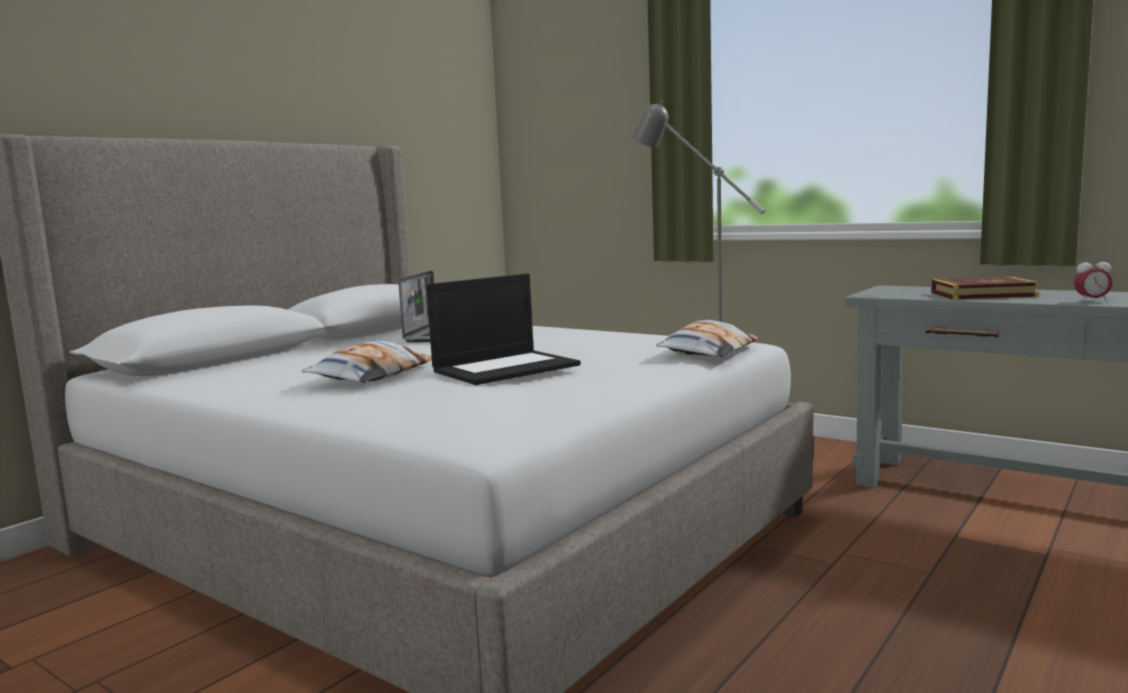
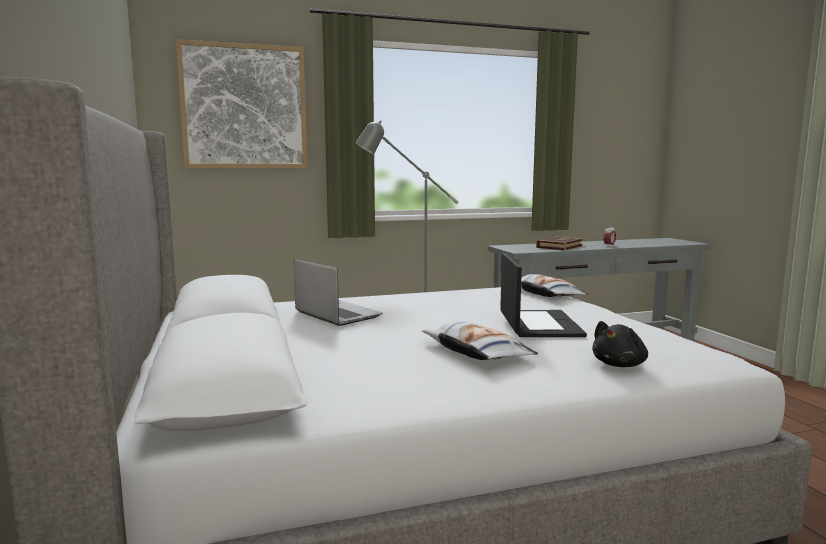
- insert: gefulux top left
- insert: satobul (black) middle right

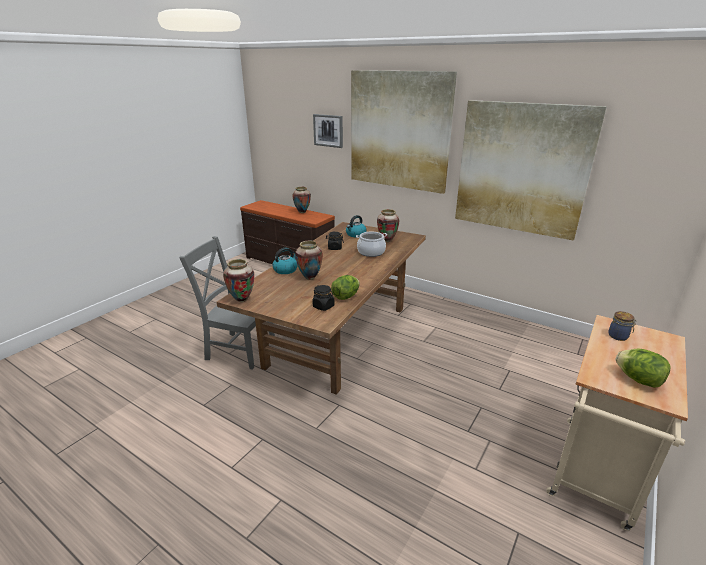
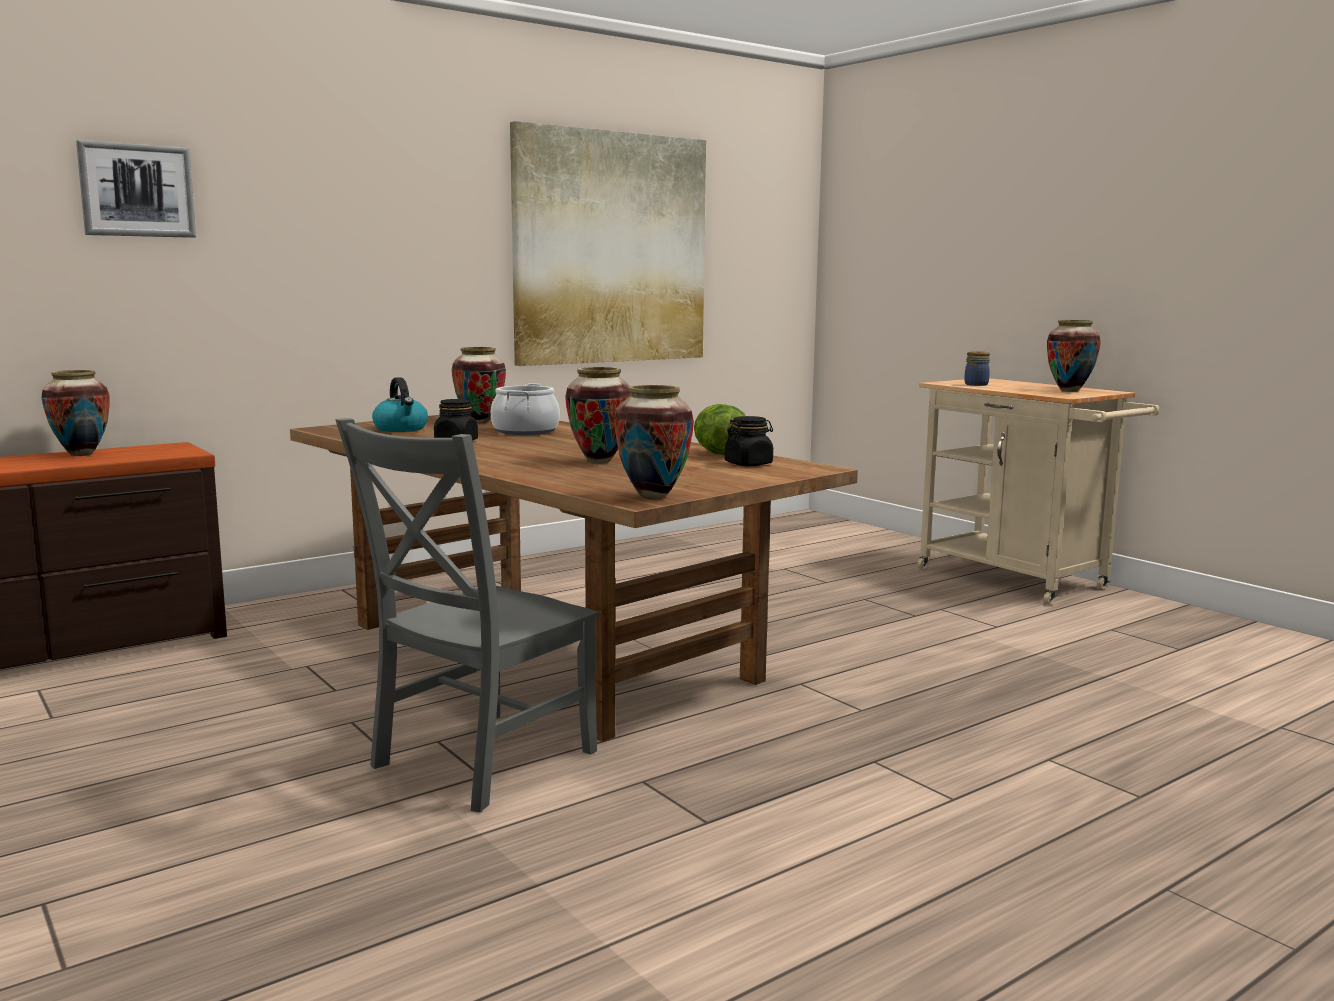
- delete: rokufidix (1st from left) centre
- delete: gefulux (2nd from left) top centre
- replace: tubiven (2nd from left) middle right to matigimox (5th from left) middle right

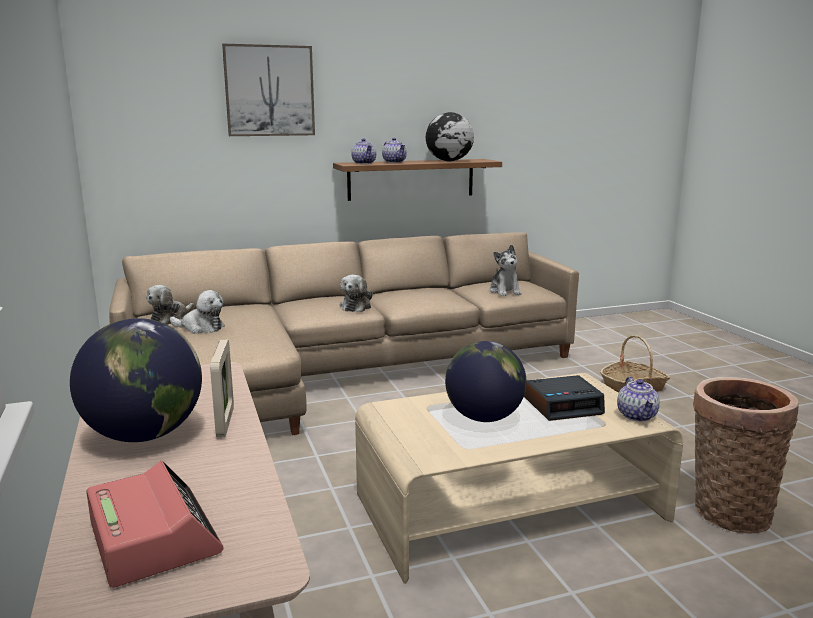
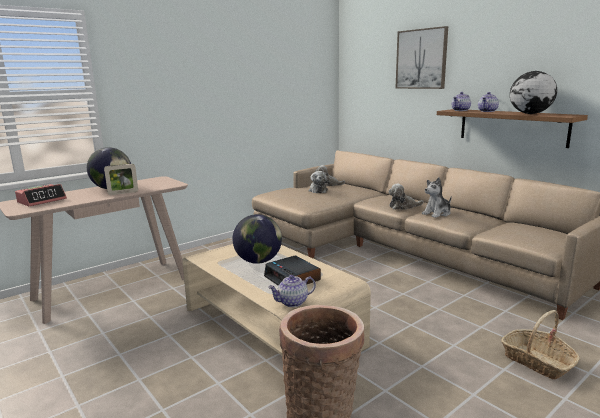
- move: satobul (4th from left) centre to middle right

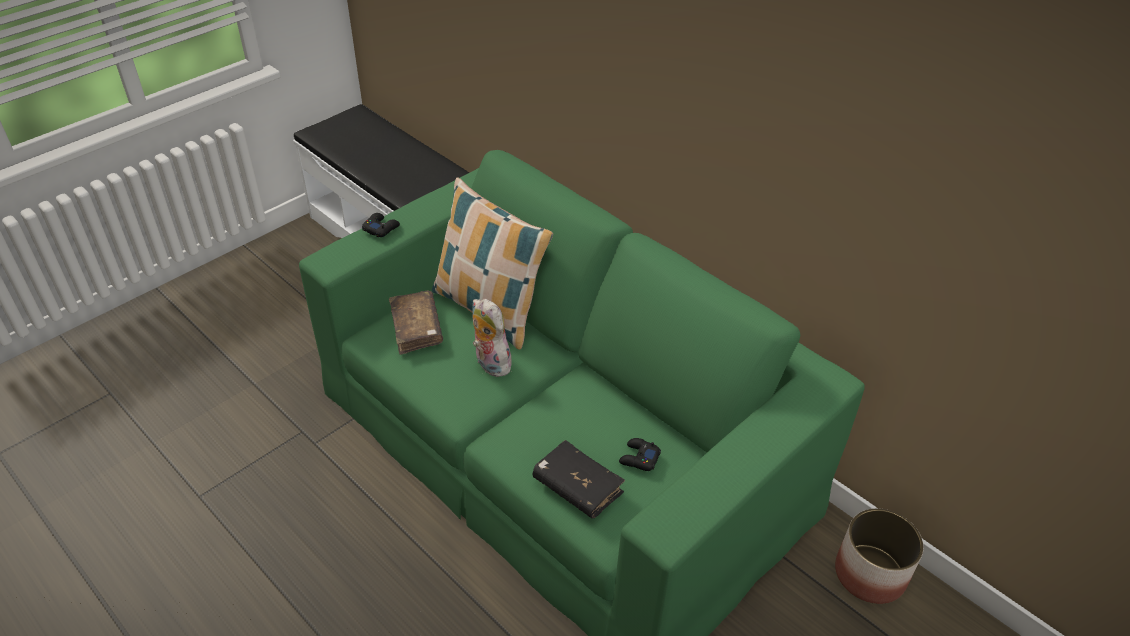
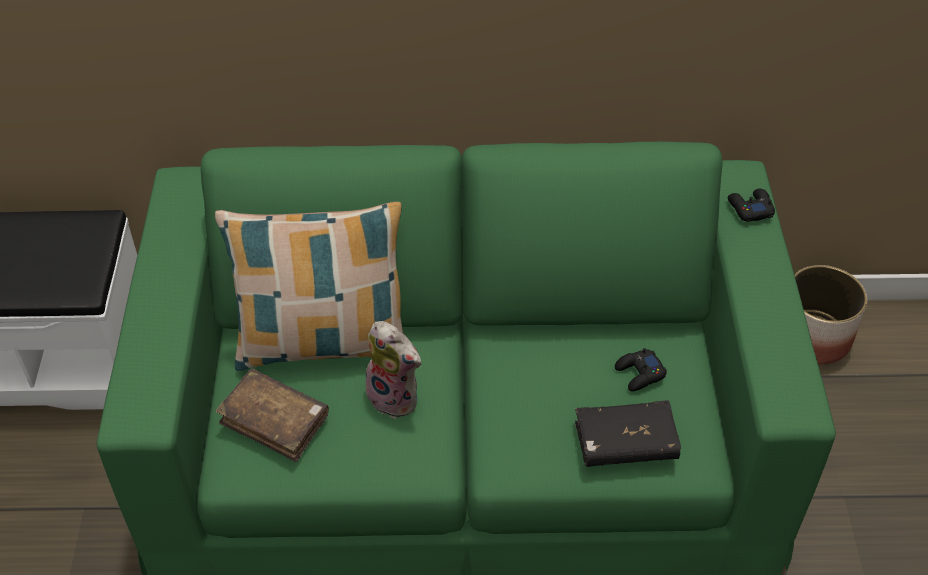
- move: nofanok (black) (1st from left in the first image) centre to nofanok (black) (2nd from left) middle right
- rotate: satobul centre = centre 150 degrees counterclockwise

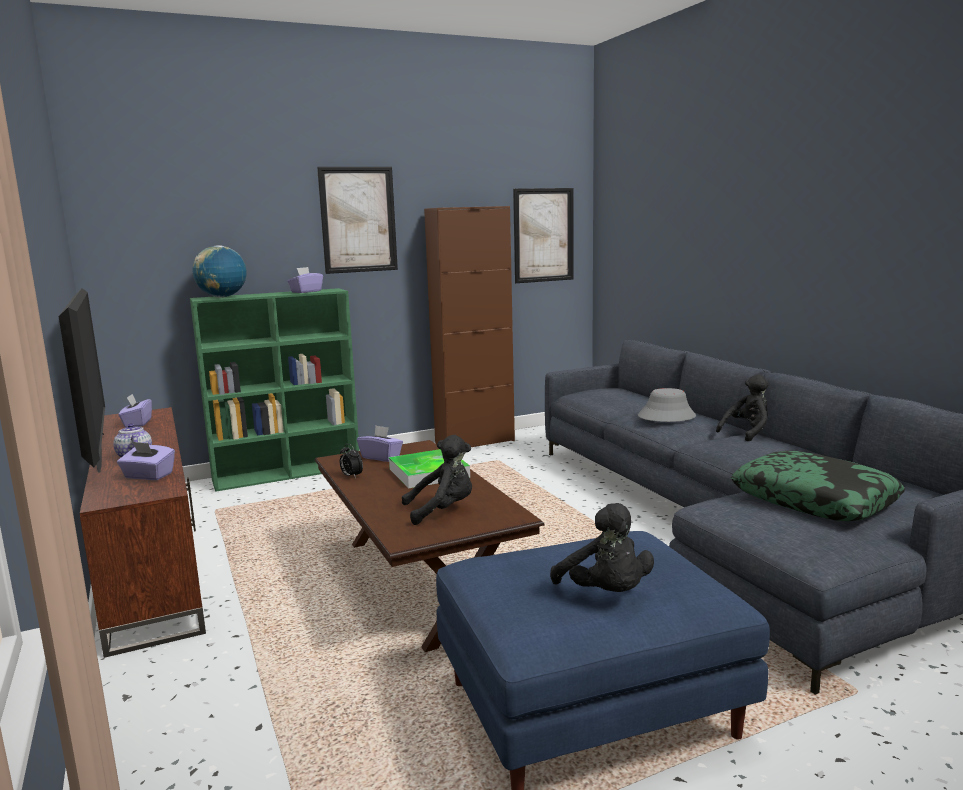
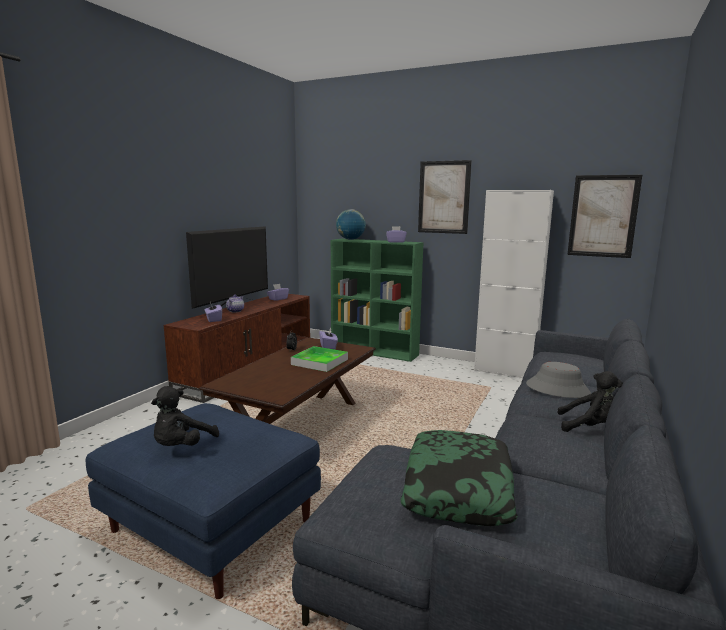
- delete: satobul (black) (1st from left) centre
- recolor: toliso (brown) centre to toliso (white) middle right

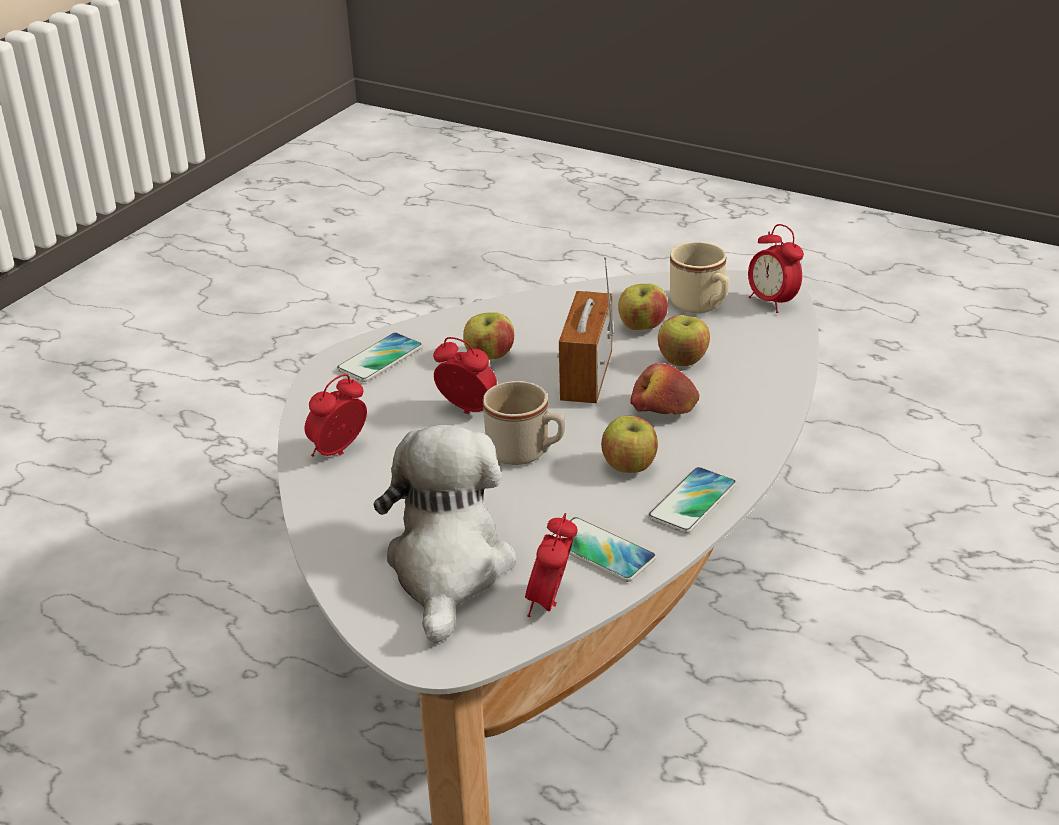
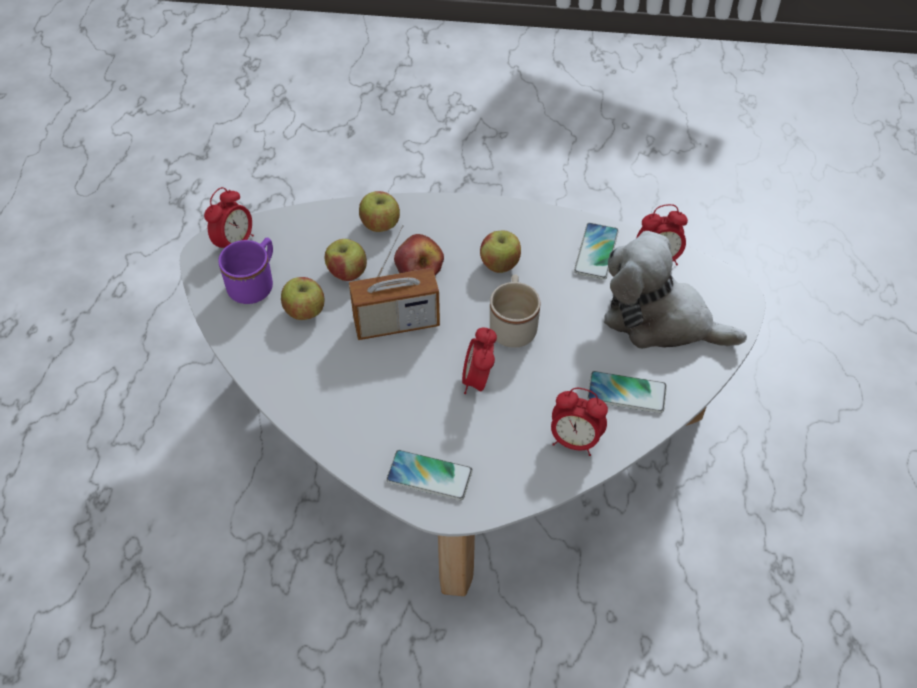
- rotate: satobul centre = middle right 45 degrees clockwise
- move: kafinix (1st from left in the first image) centre to kafinix (3rd from left) top centre
- move: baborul (3rd from left) centre to middle right
- recolor: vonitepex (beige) (2nd from left) centre to vonitepex (purple) middle left

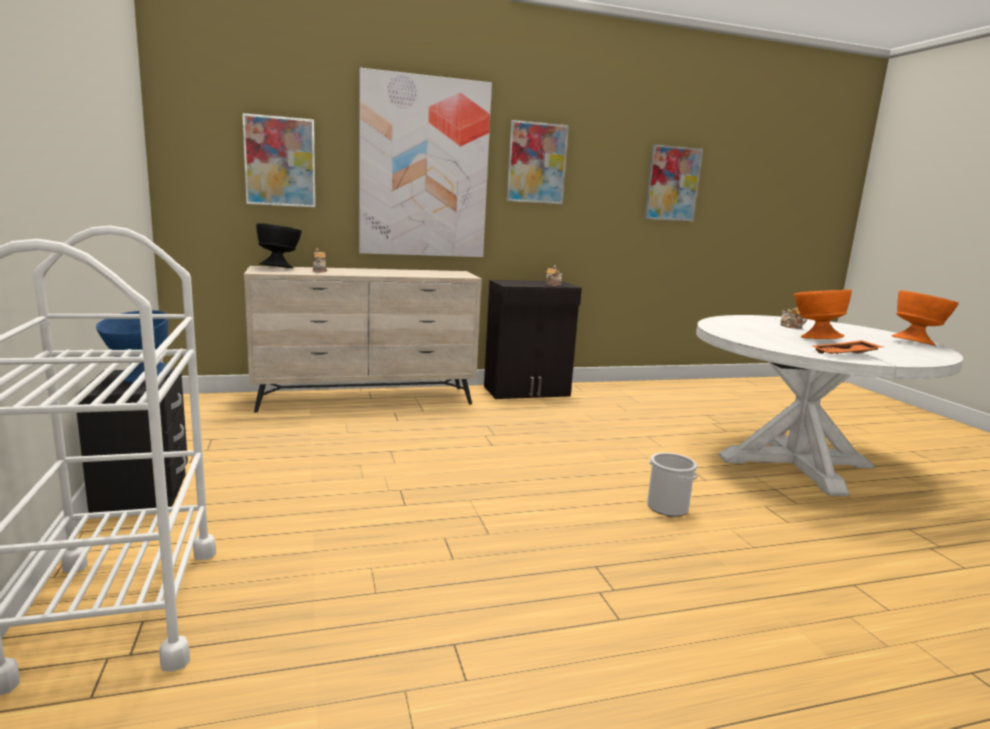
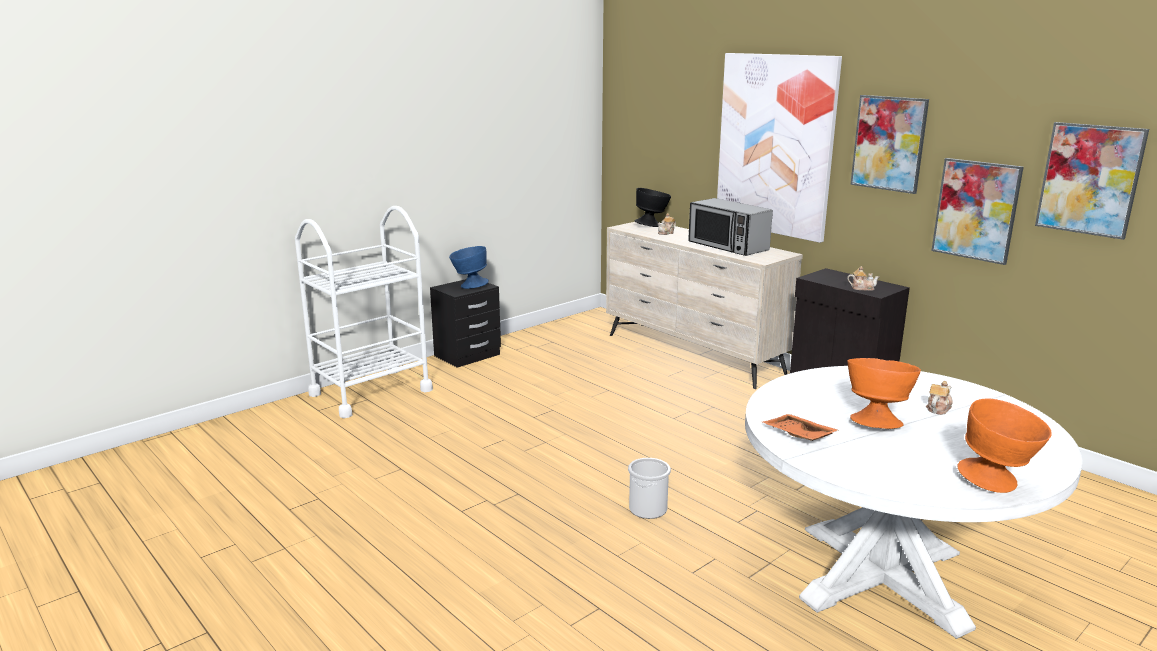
- move: gefulux (1st from left in the first image) top left to gefulux (3rd from left) top right
- insert: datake centre

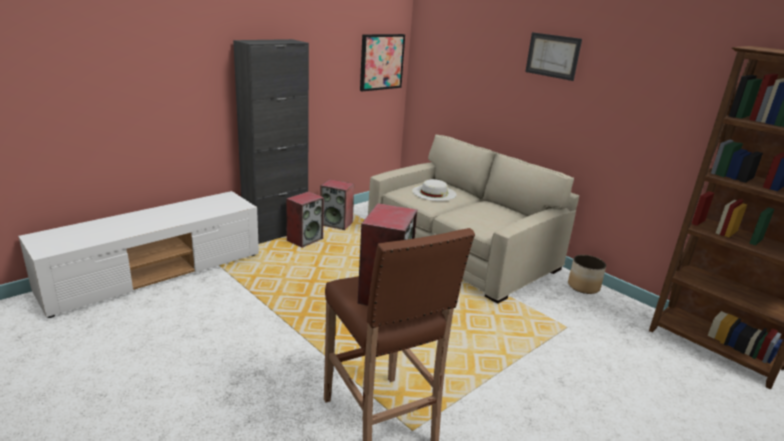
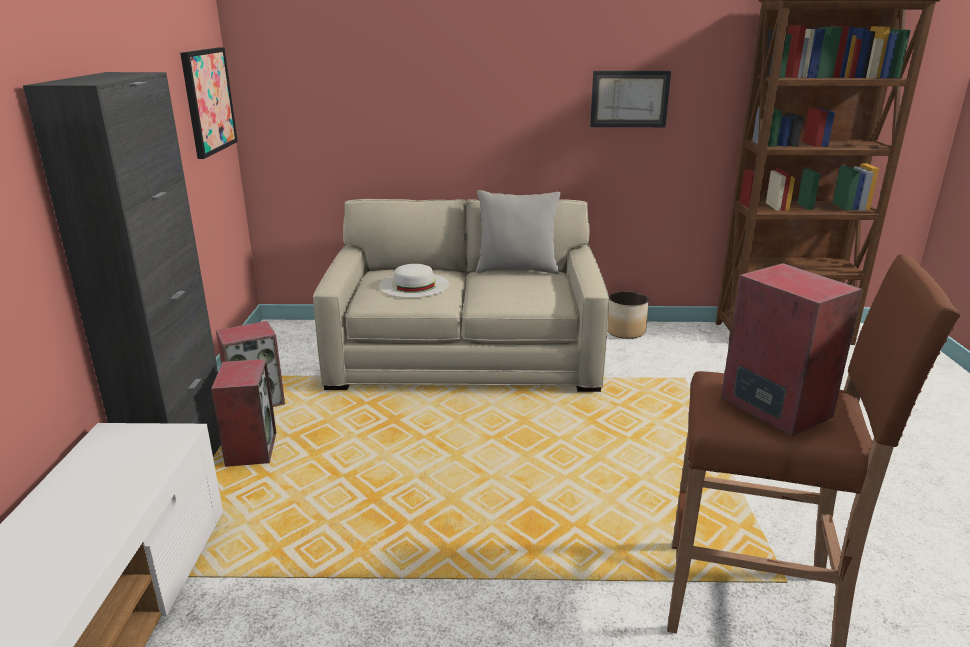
- move: gefulux (2nd from left) top right to top centre
- insert: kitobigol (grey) centre

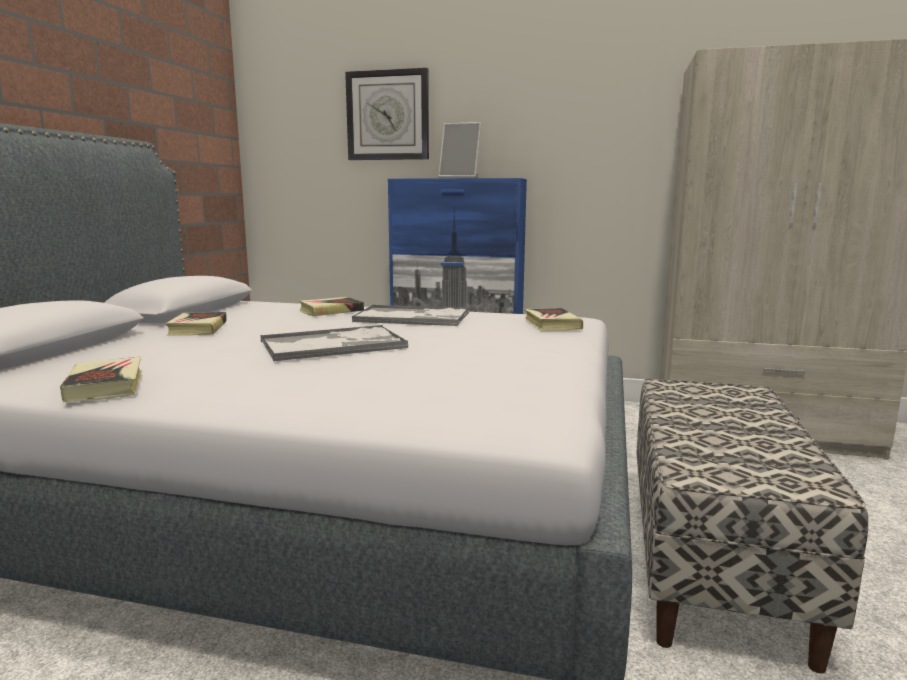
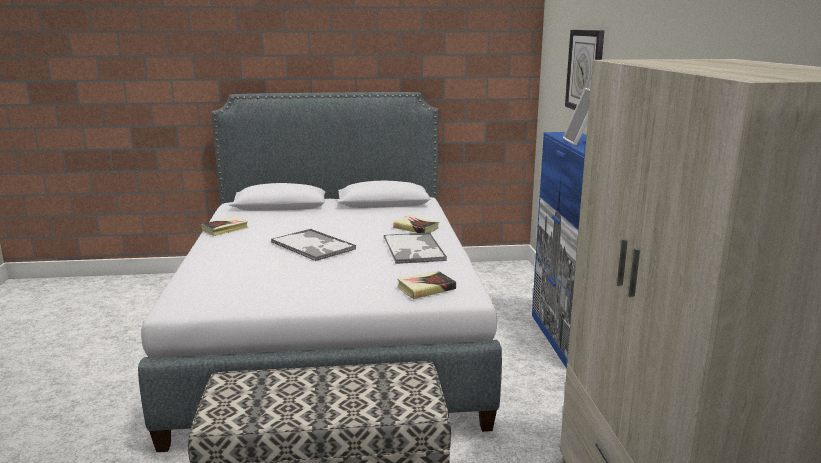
- delete: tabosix (2nd from left) middle left

